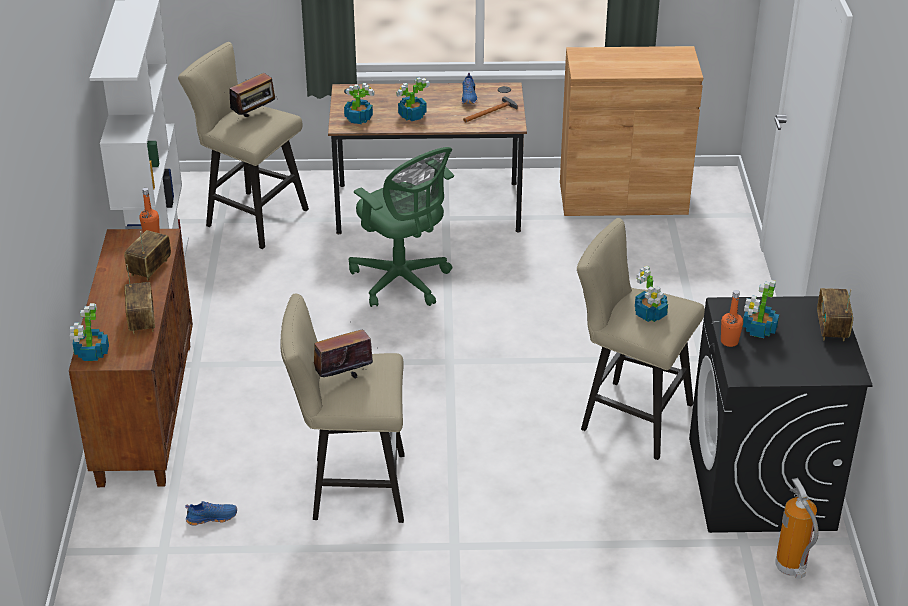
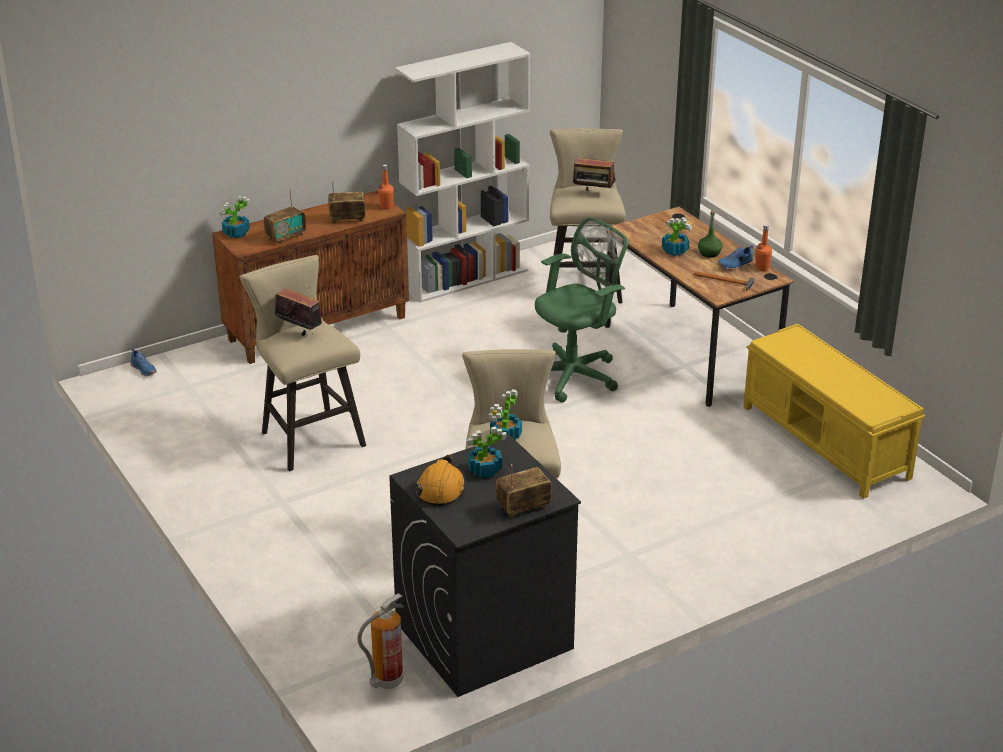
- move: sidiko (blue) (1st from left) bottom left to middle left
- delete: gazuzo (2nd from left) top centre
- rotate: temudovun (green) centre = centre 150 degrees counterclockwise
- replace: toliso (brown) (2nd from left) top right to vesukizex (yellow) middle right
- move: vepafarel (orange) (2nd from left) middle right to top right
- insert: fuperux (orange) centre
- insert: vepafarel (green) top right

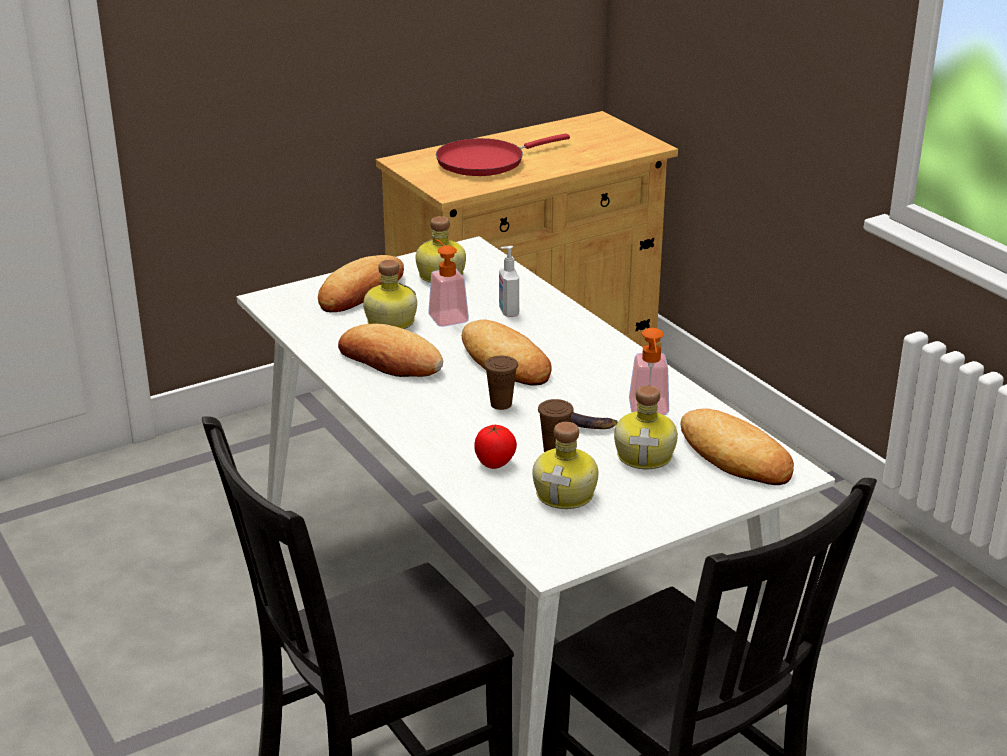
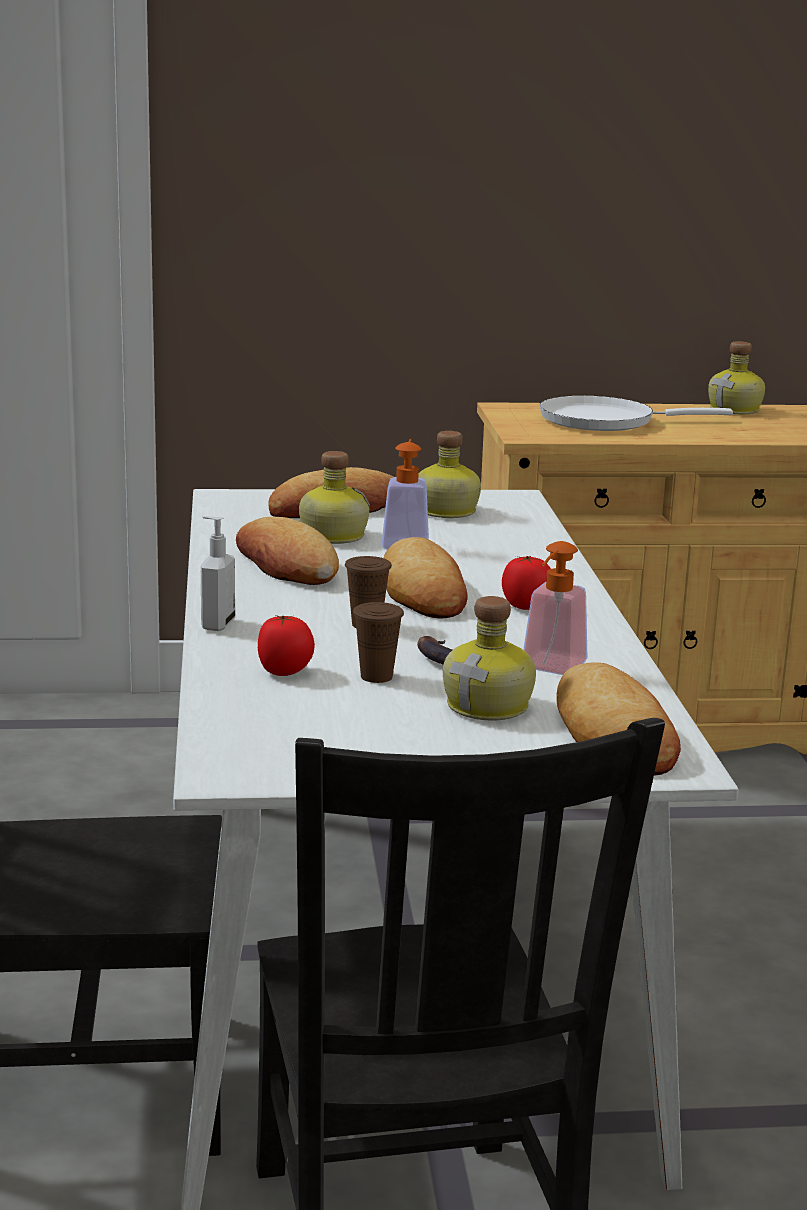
- recolor: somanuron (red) top centre to somanuron (white) middle right
- move: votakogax (2nd from left in the first image) centre to votakogax (1st from left) middle left
- move: vepafarel (3rd from left in the first image) centre to vepafarel (4th from left) top right
- insert: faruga (2nd from left) centre

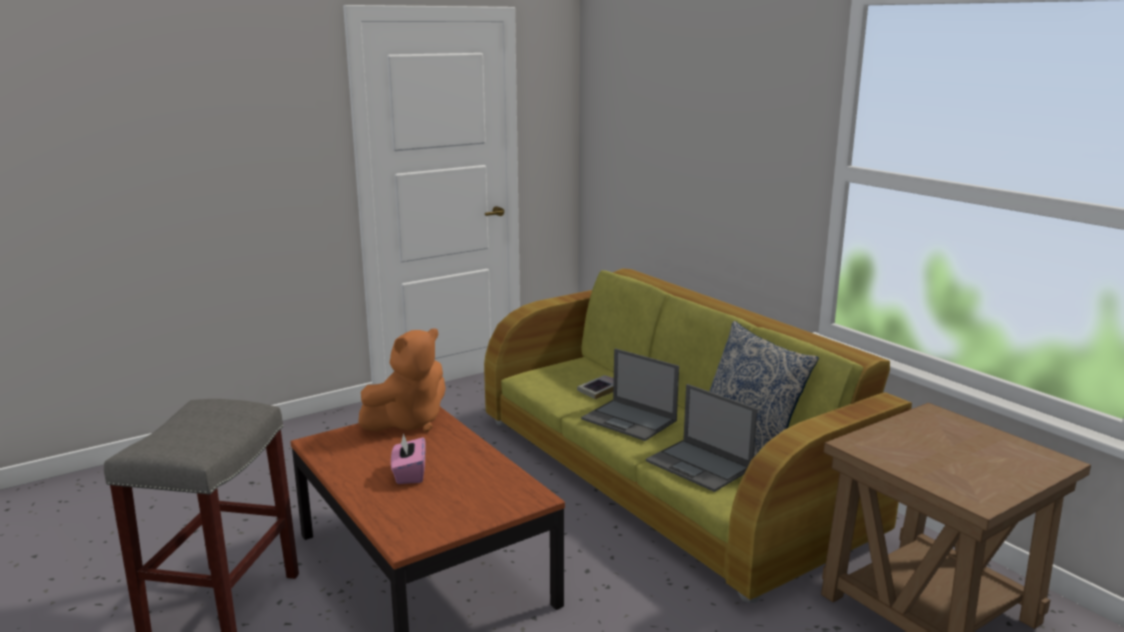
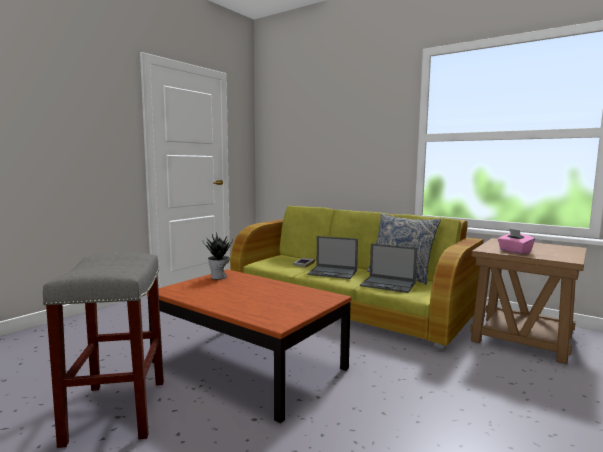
- replace: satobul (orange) centre to gazuzo centre
- move: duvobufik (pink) bottom centre to middle right

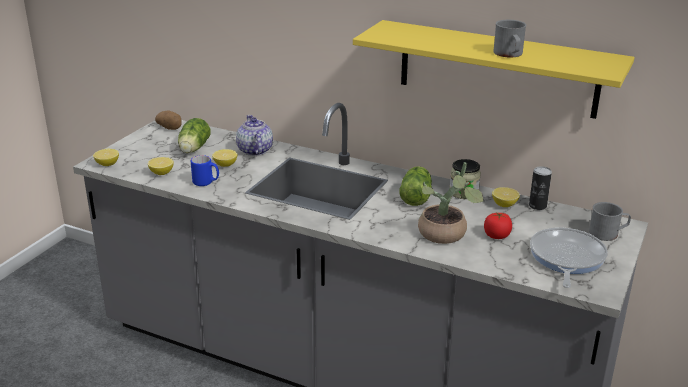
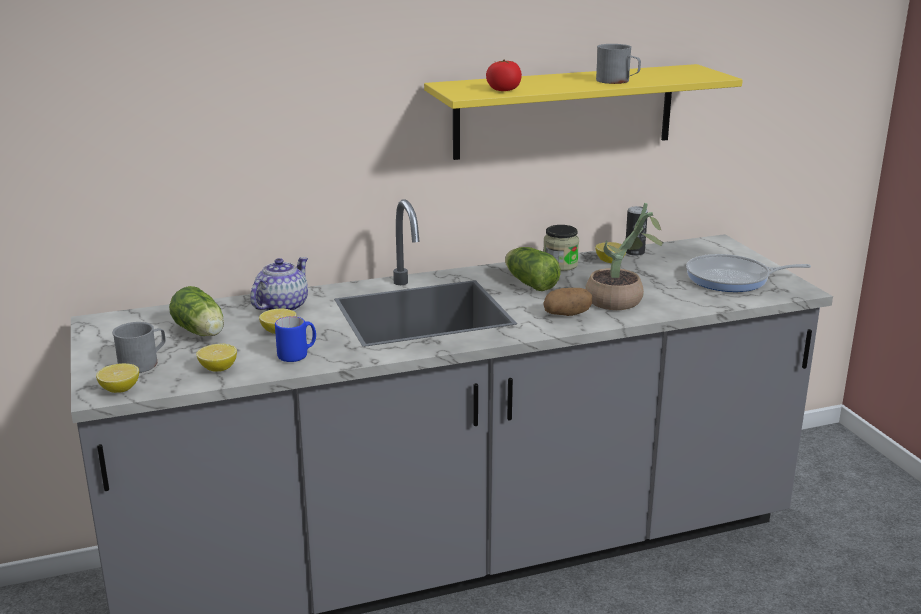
- move: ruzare top left to centre
- rotate: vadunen centre = middle left 90 degrees clockwise
- move: faruga middle right to top centre
- rotate: somanuron bottom right = middle right 60 degrees counterclockwise
- move: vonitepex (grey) (2nd from left in the first image) middle right to vonitepex (grey) (1st from left) middle left

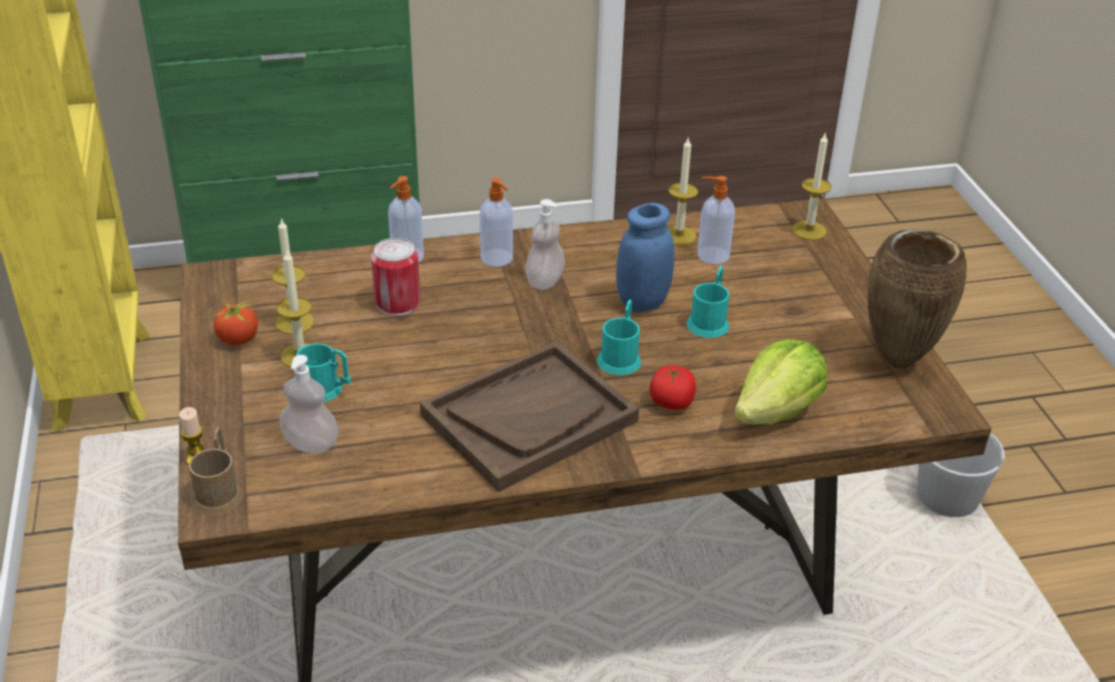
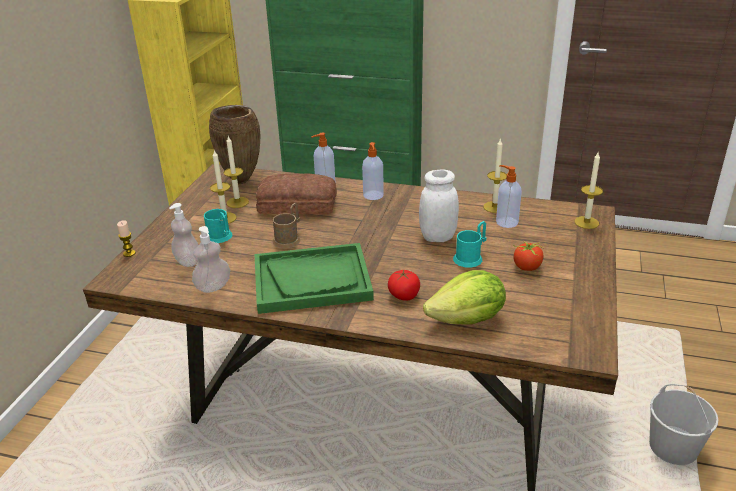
- move: vonitepex (brown) bottom left to centre
- move: faruga (1st from left in the first image) middle left to faruga (2nd from left) middle right
- replace: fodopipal centre to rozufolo centre
- recolor: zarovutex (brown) centre to zarovutex (green) centre
- move: votakogax (4th from left in the first image) centre to votakogax (2nd from left) middle left
- delete: vonitepex (turquoise) (2nd from left) centre
- recolor: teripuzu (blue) centre to teripuzu (white) centre
- move: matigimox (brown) middle right to top left

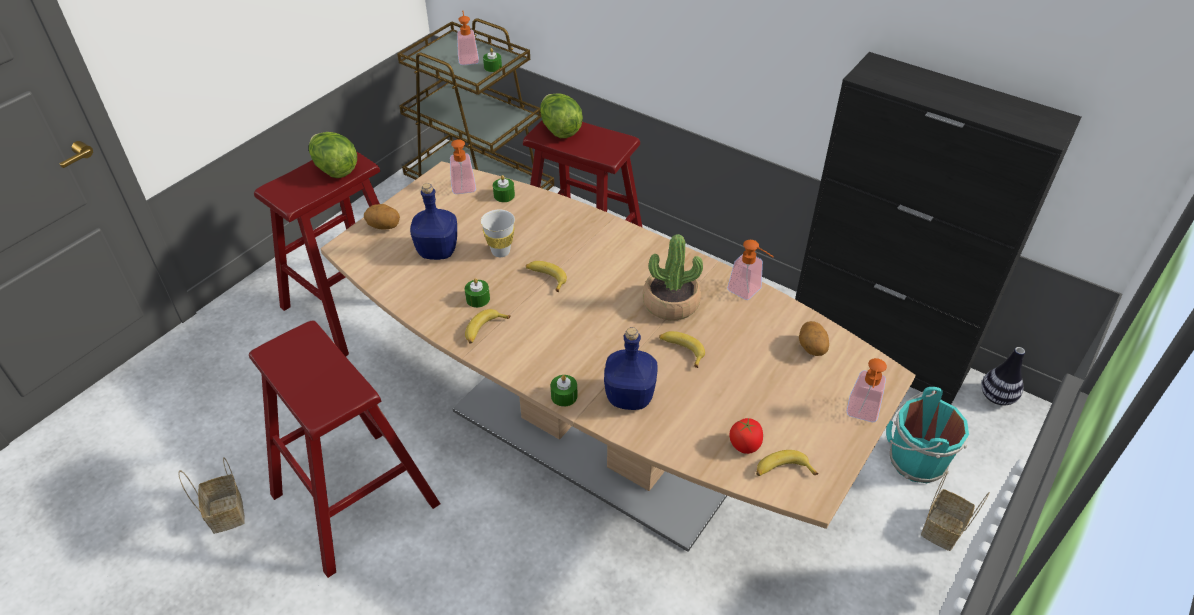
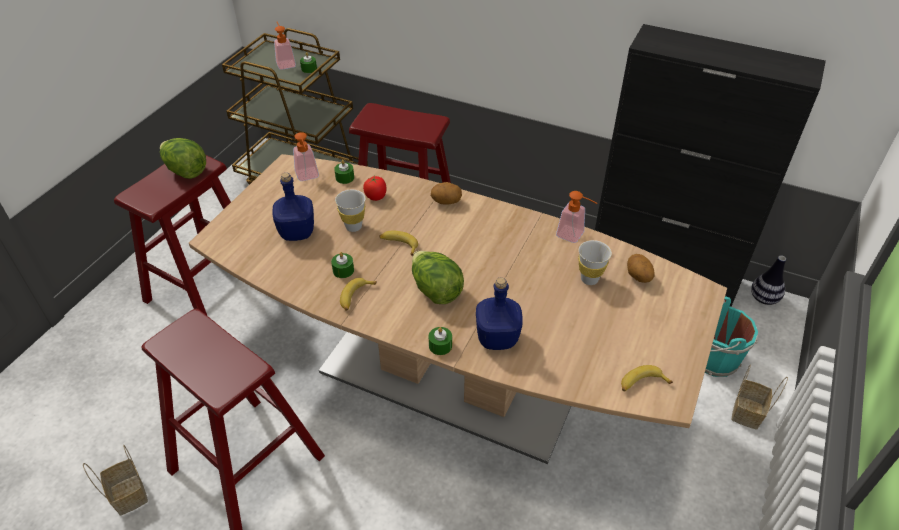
- move: ruzare (1st from left) middle left to centre
- move: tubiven (2nd from left) top centre to centre
- delete: gazuzo centre
- delete: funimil (3rd from left) centre
- move: faruga bottom centre to centre
- delete: votakogax (4th from left) middle right
- insert: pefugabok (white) (2nd from left) centre

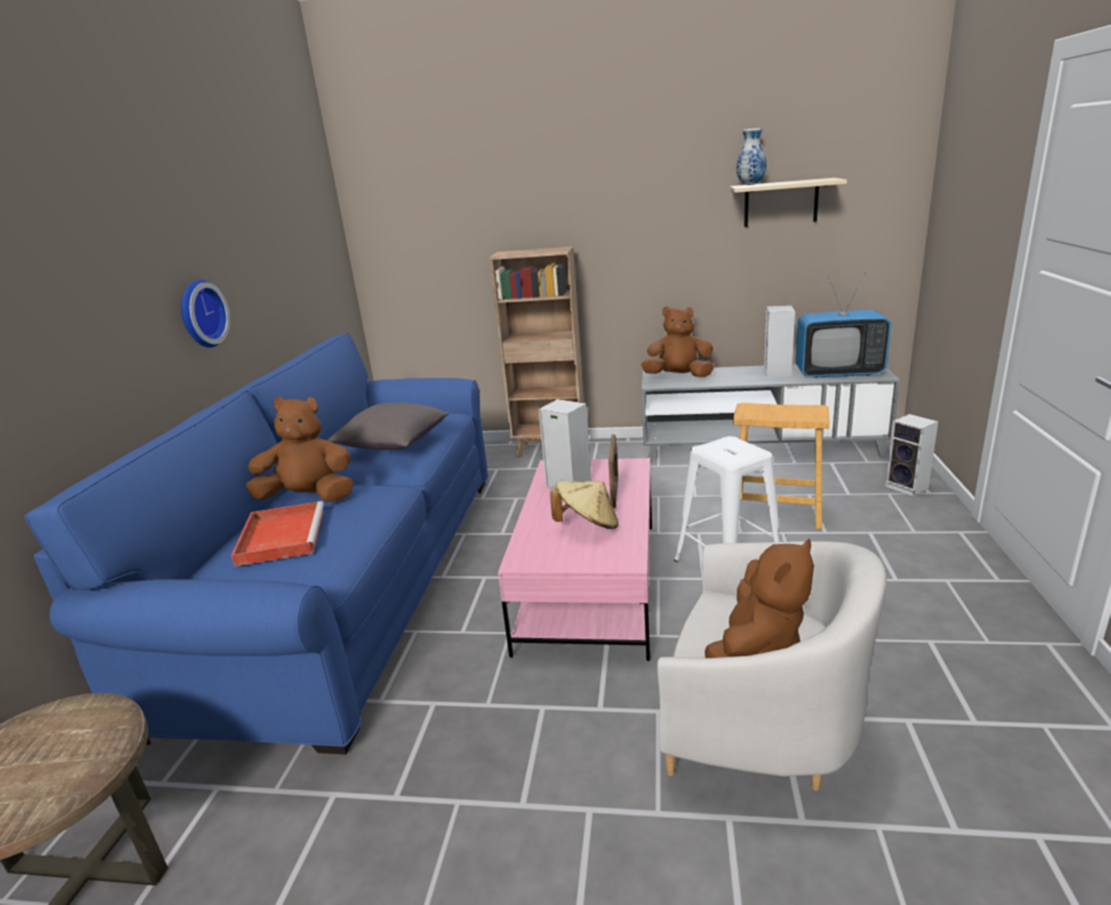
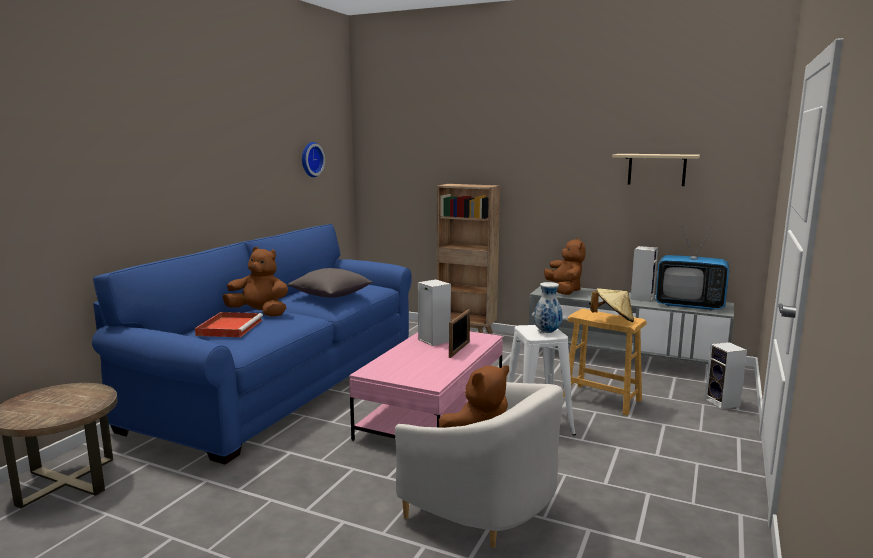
- move: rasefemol middle left to top centre
- move: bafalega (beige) centre to middle right
- rotate: satobul (brown) (2nd from left in the first image) centre = centre 60 degrees clockwise
- move: matigimox top right to centre

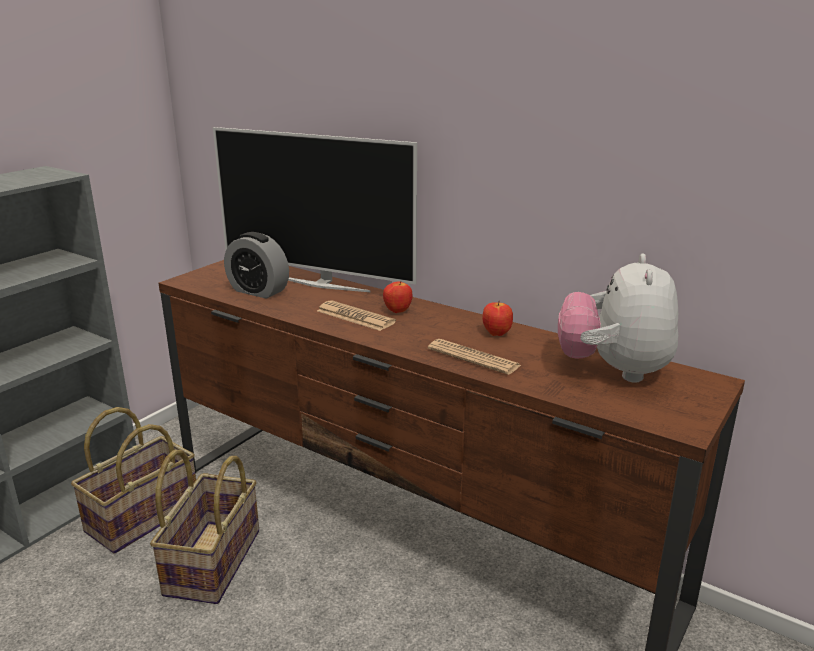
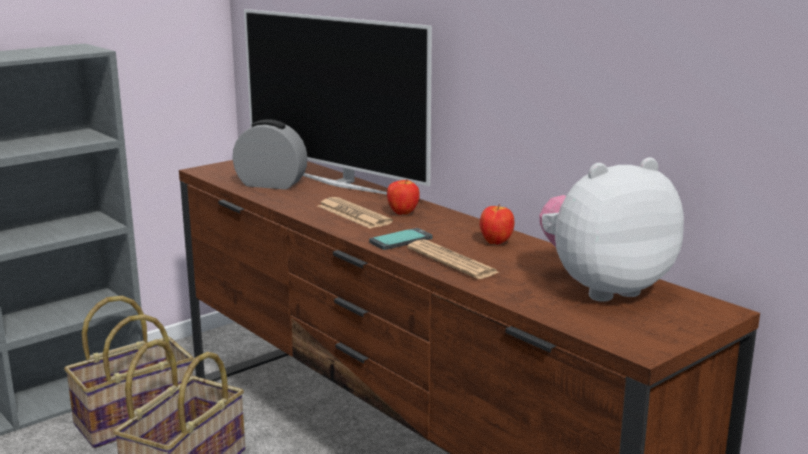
- rotate: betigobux middle left = centre 150 degrees clockwise
- rotate: satobul middle right = middle right 45 degrees clockwise
- insert: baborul centre

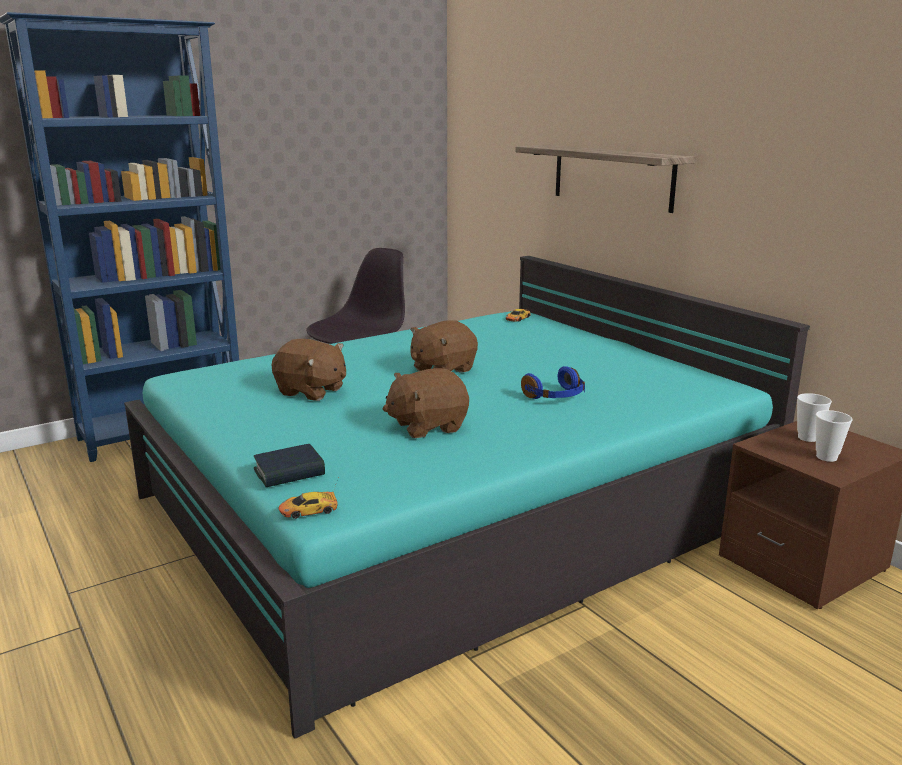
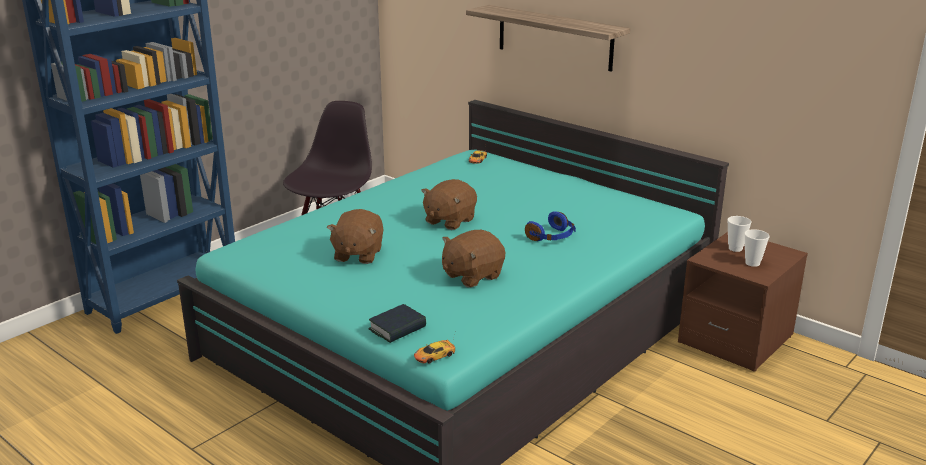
- rotate: satobul (brown) (1st from left) centre = centre 90 degrees clockwise

